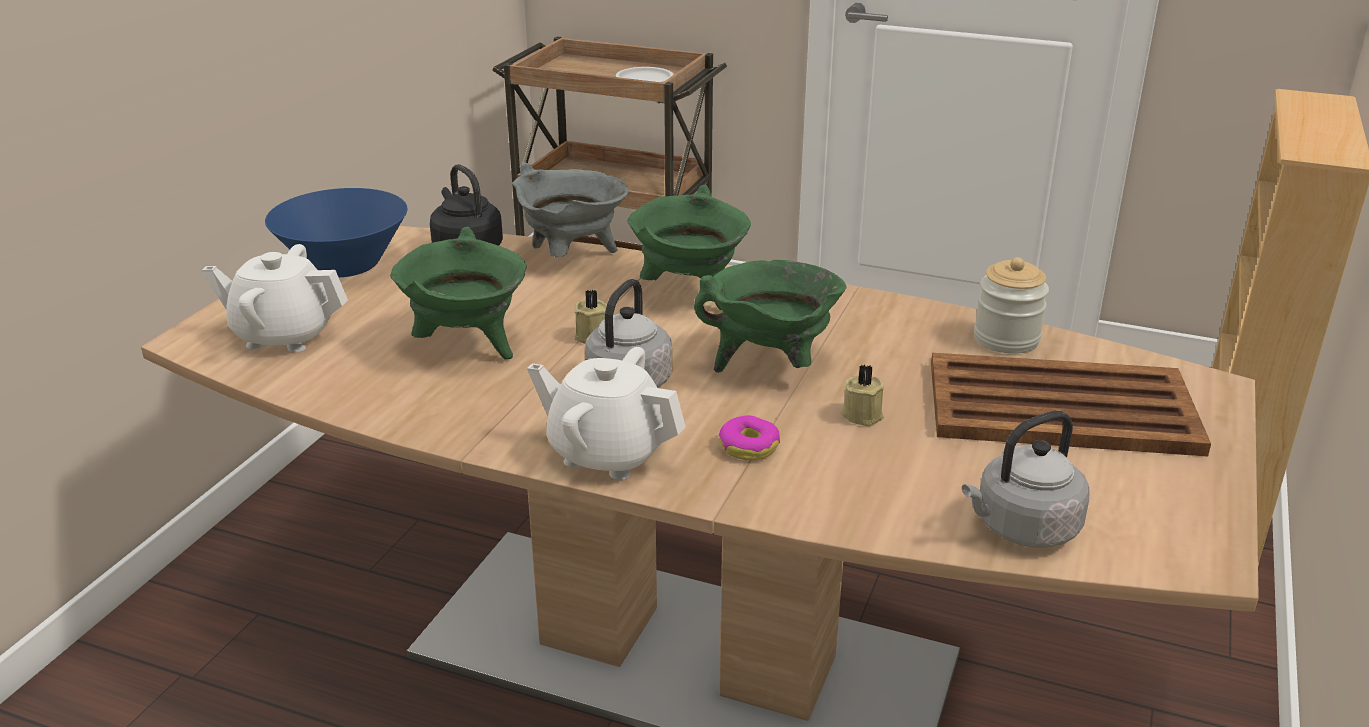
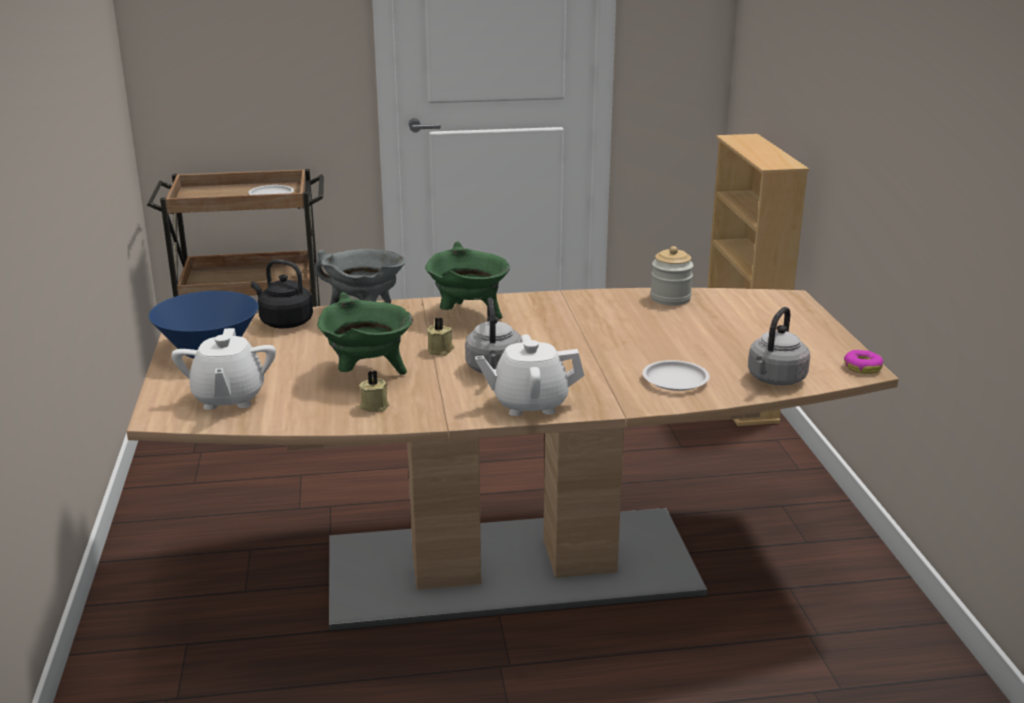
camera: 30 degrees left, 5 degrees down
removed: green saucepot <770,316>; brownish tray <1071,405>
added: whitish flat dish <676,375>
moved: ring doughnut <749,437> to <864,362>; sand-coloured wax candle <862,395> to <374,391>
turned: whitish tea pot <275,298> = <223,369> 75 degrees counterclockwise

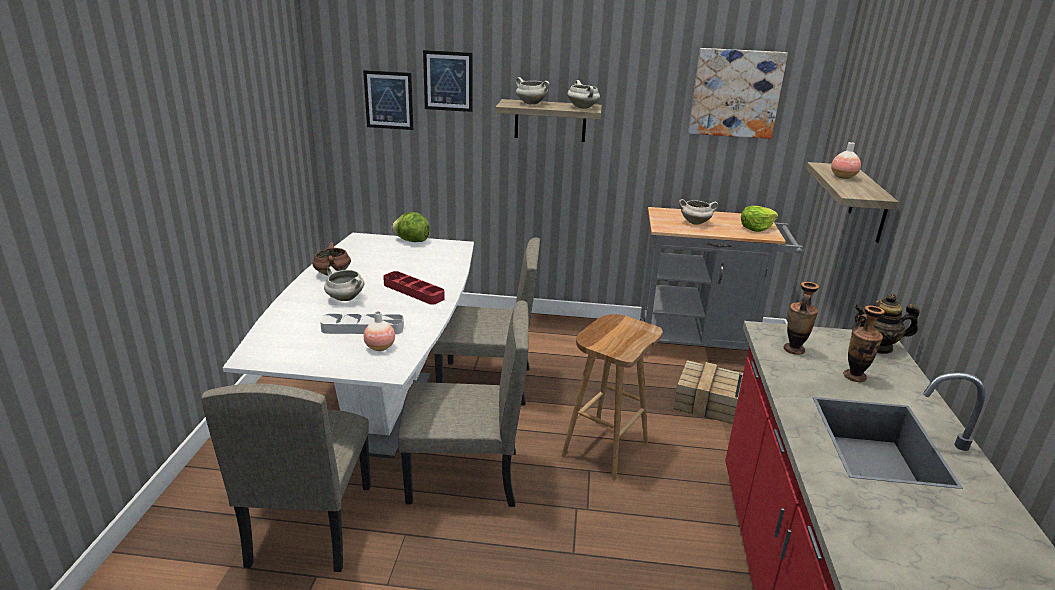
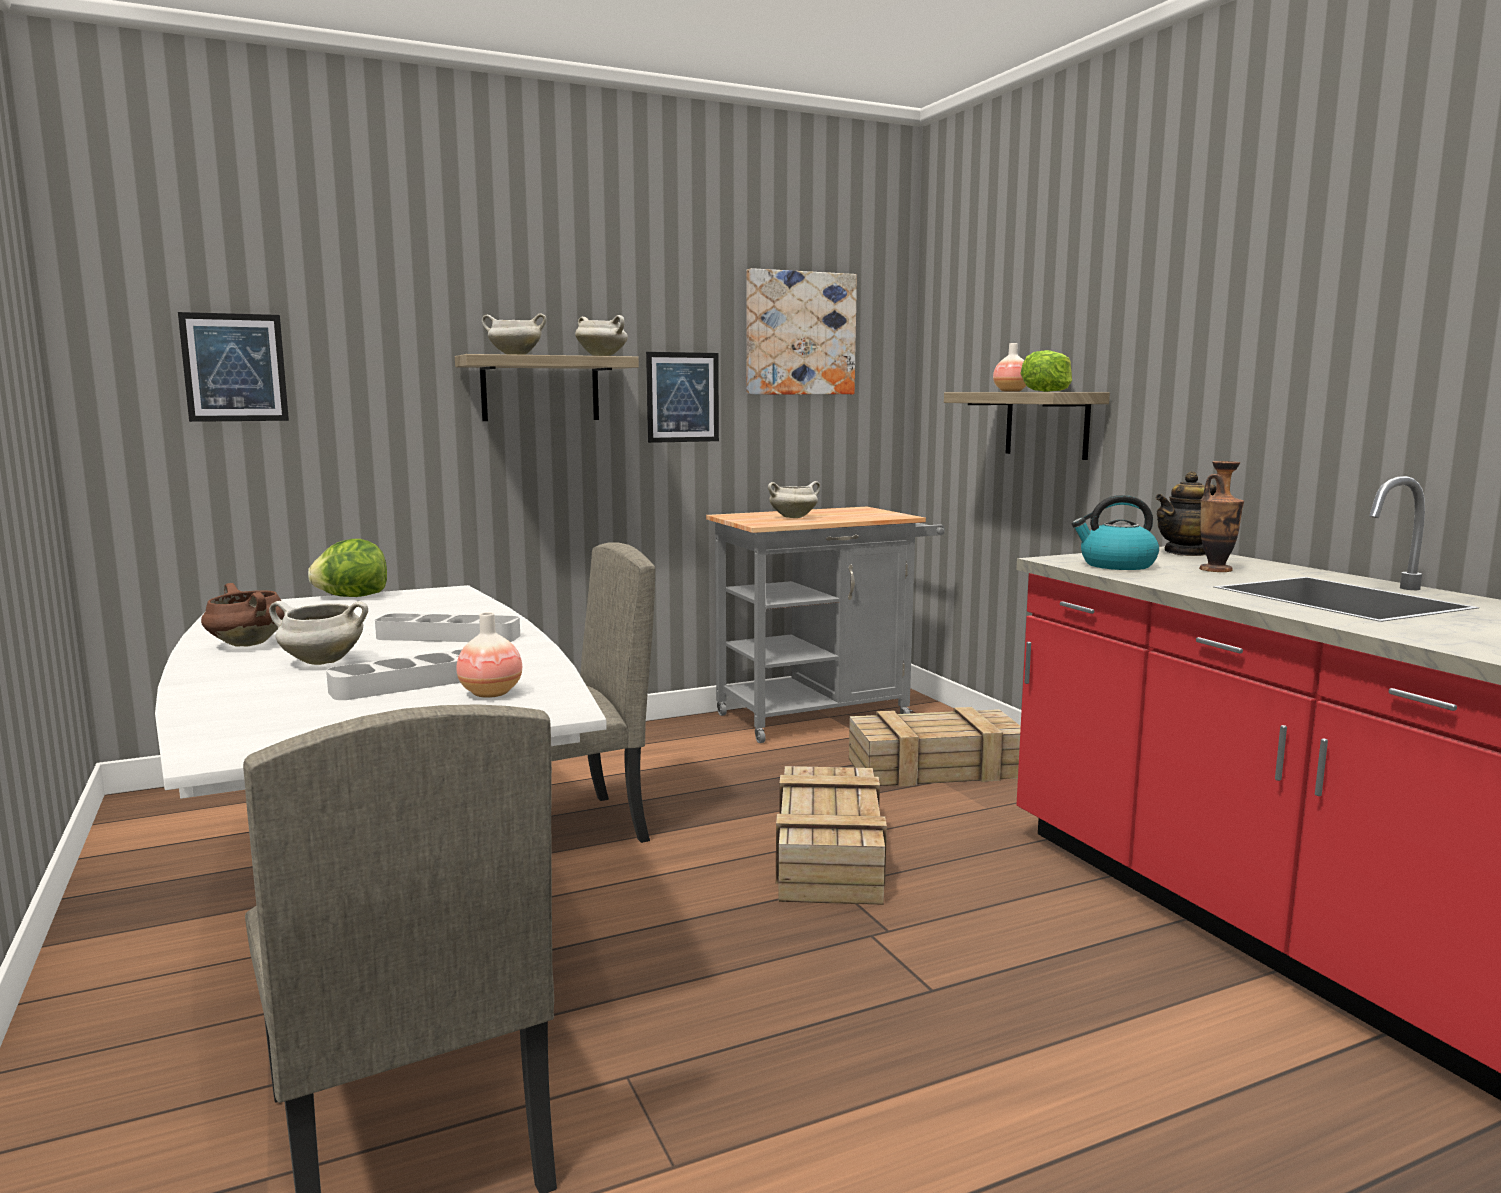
camera: 30 degrees left, 15 degrees down
removed: sand-coloured chair <463,404>
moved: wall art <447,81> to <682,397>; lettuce <759,219> to <1046,371>
replaced: brownish stool seat <612,397> to crate <831,835>; vase <801,318> to tea kettle <1115,532>
recoloured: red-coloured tray <414,288> to gray tray <447,627>

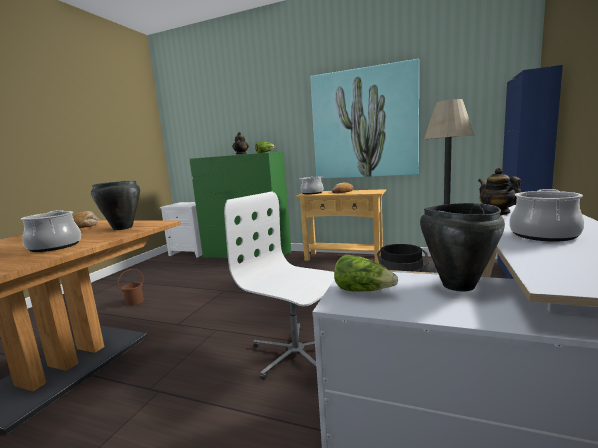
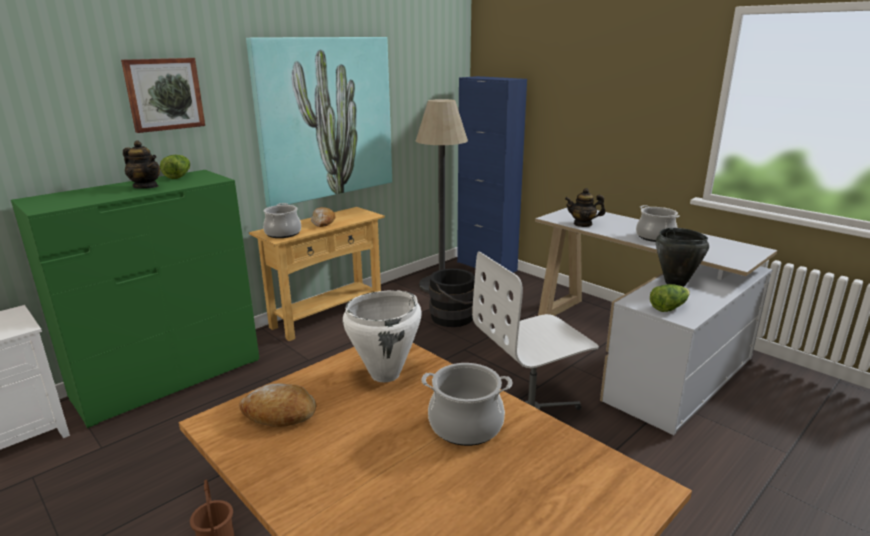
camera: 65 degrees left, 10 degrees up
added: wall art <163,95>
recoloured: blackish saucepot <115,205> to whitish saucepot <382,336>

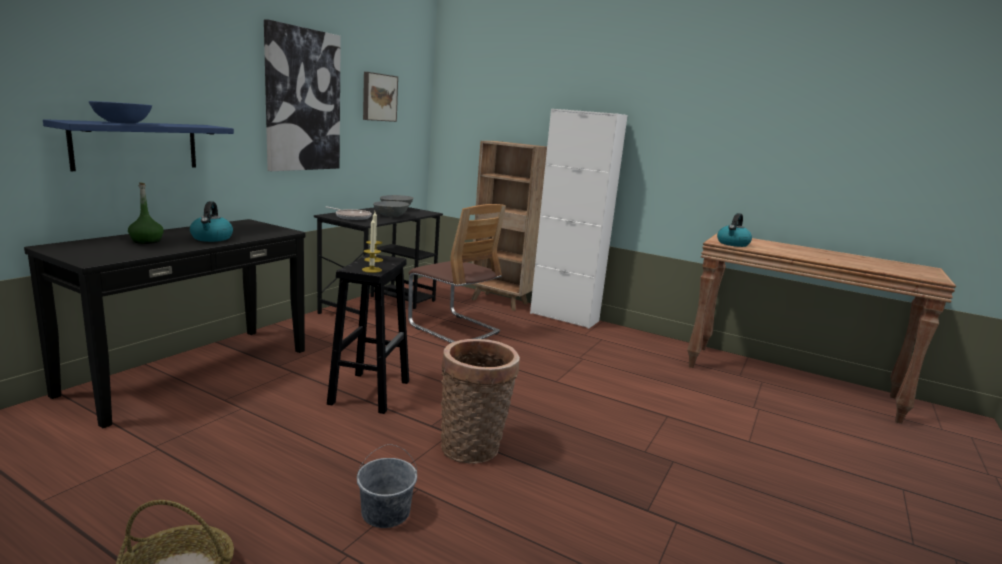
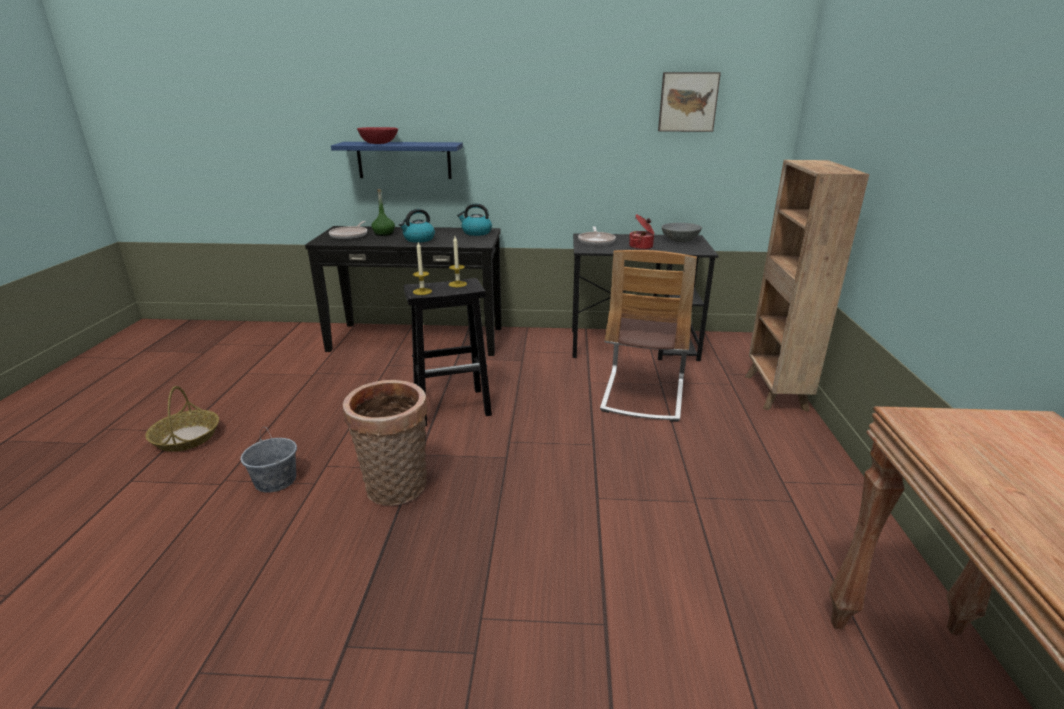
camera: 65 degrees right, 10 degrees up
removed: wall art <302,95>; whitish cabinet <579,219>
added: frying pan <348,230>
moved: tea kettle <734,230> to <474,219>
replaced: gray serving bowl <391,209> to saucepot <641,232>
recoloured: blue-coloured serving bowl <120,112> to red-coloured serving bowl <377,135>

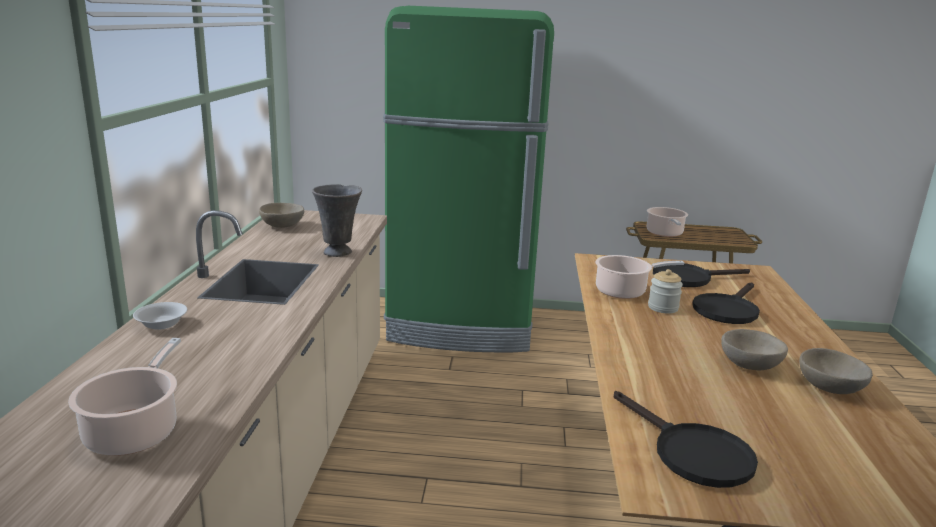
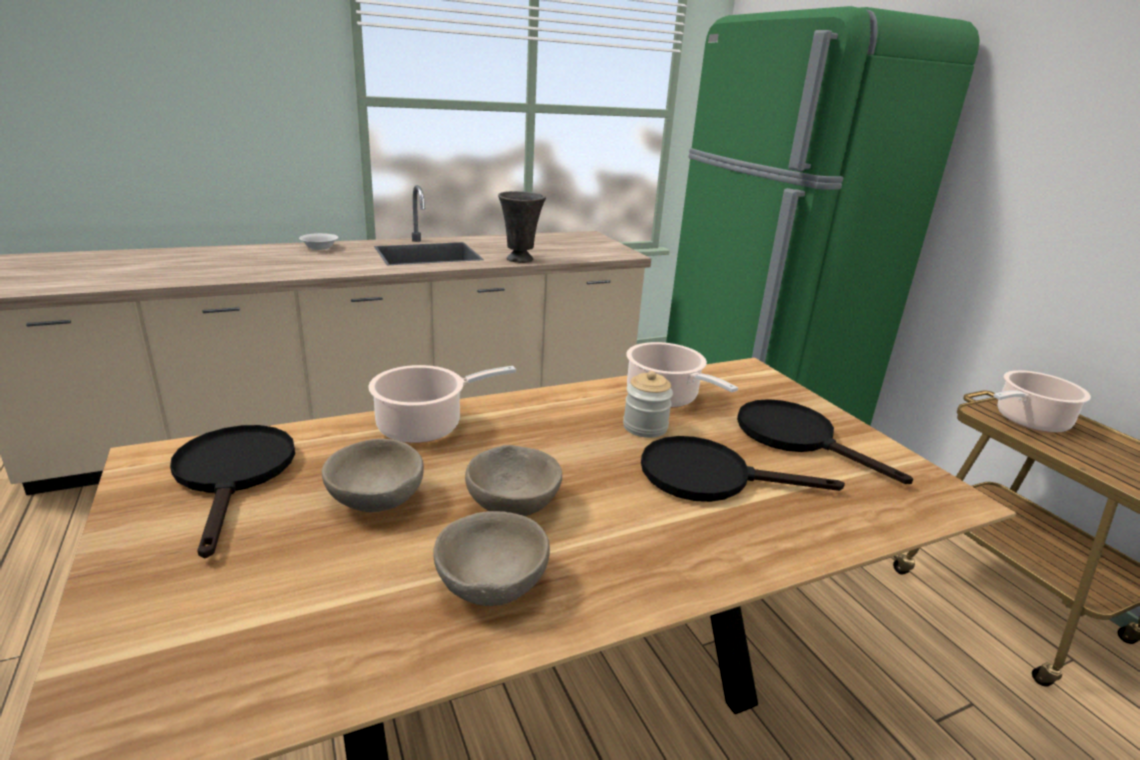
camera: 60 degrees right, 5 degrees up
moved: saucepot <124,397> to <442,404>; sand-coloured serving bowl <281,215> to <373,475>
turned: blackish frying pan <686,439> = <232,491> 135 degrees clockwise

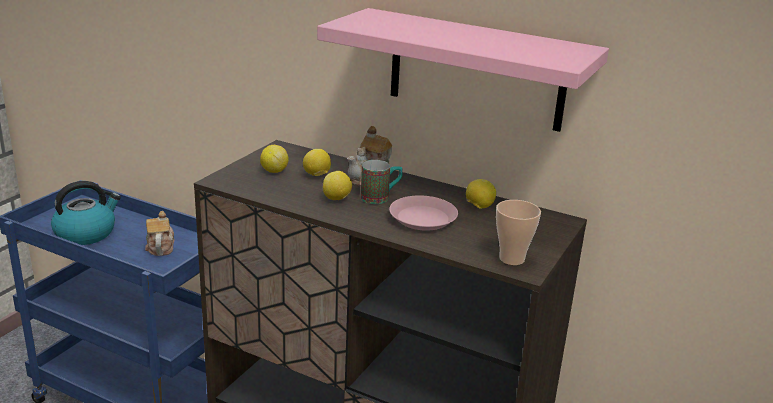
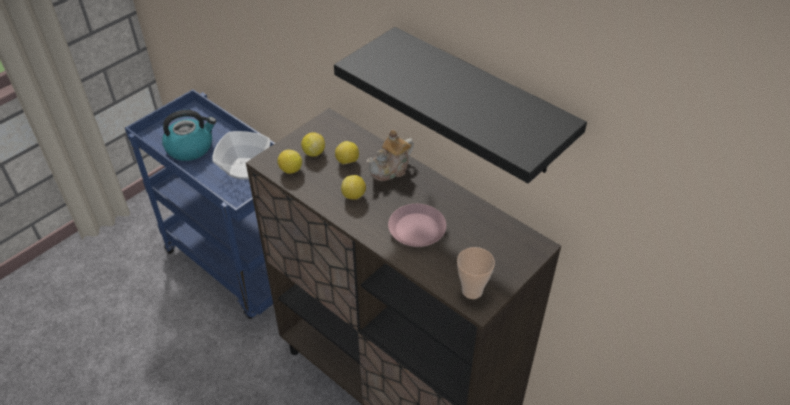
camera: 15 degrees right, 20 degrees up
removed: tea mug <381,182>
moved: lemon <481,193> to <289,162>
replaced: tea pot <160,233> to serving bowl <241,155>
recoloured: pinkish bracket shelf <463,70> to blackish bracket shelf <460,105>

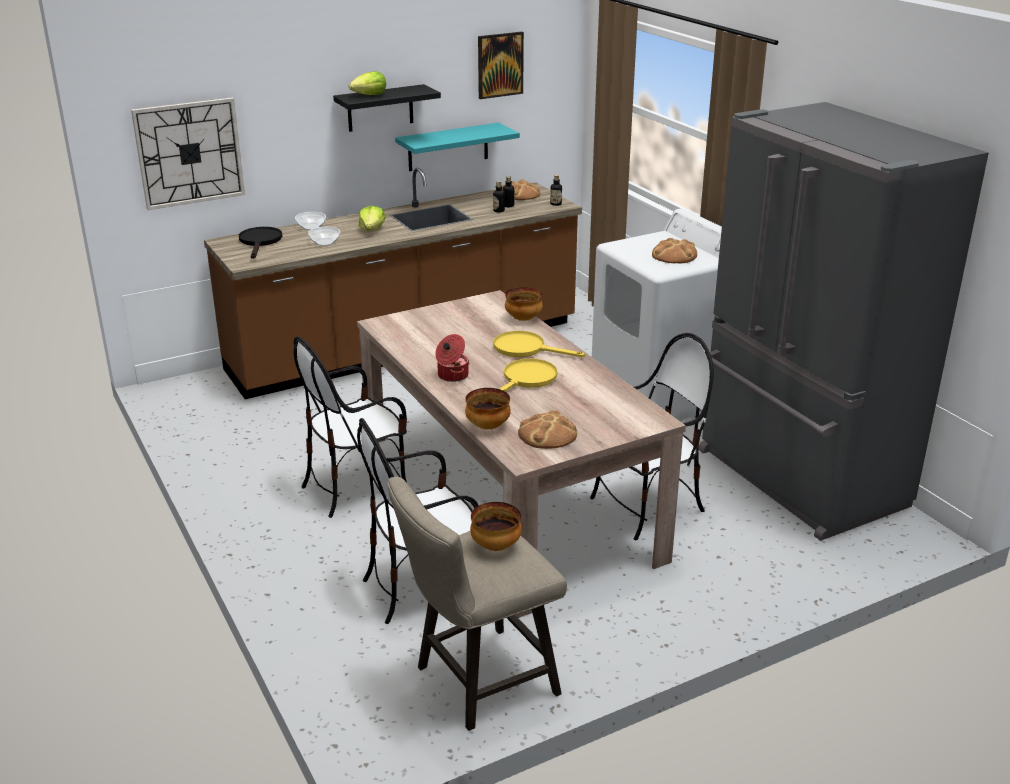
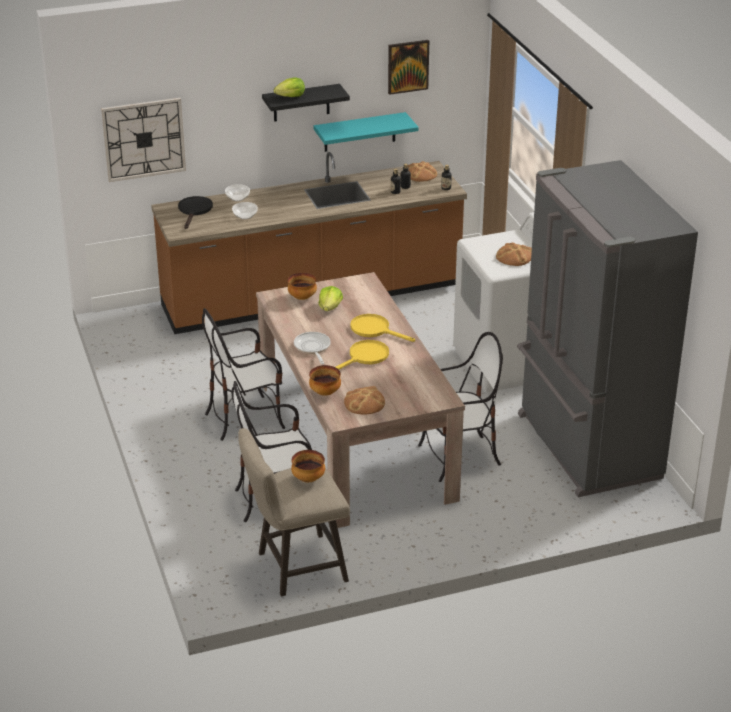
camera: 10 degrees right, 5 degrees up
moved: lettuce <372,218> to <330,298>; serving bowl <524,304> to <302,286>
replaced: saucepot <452,358> to frying pan <312,348>

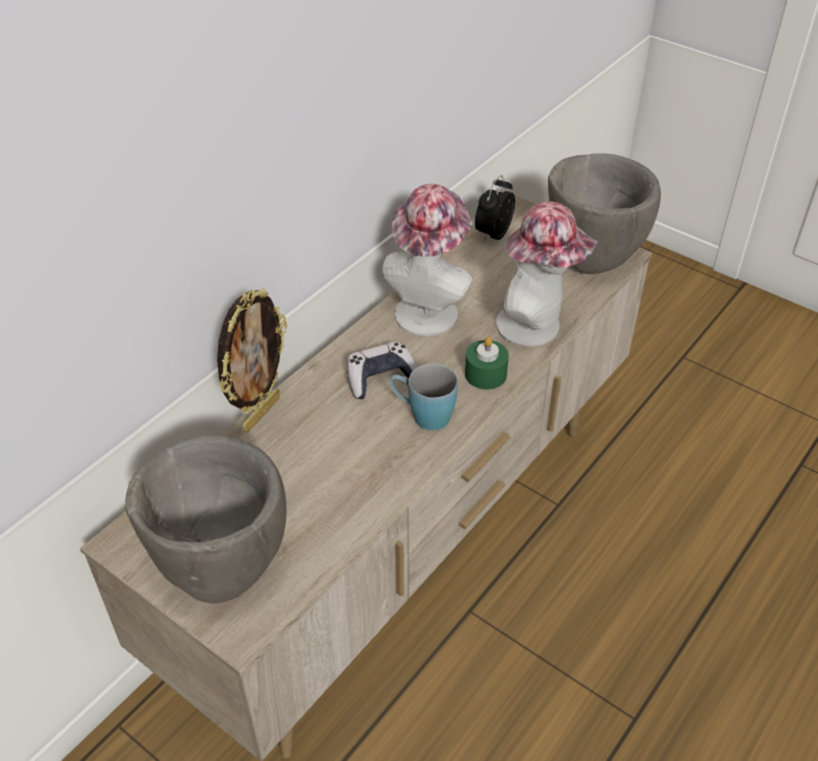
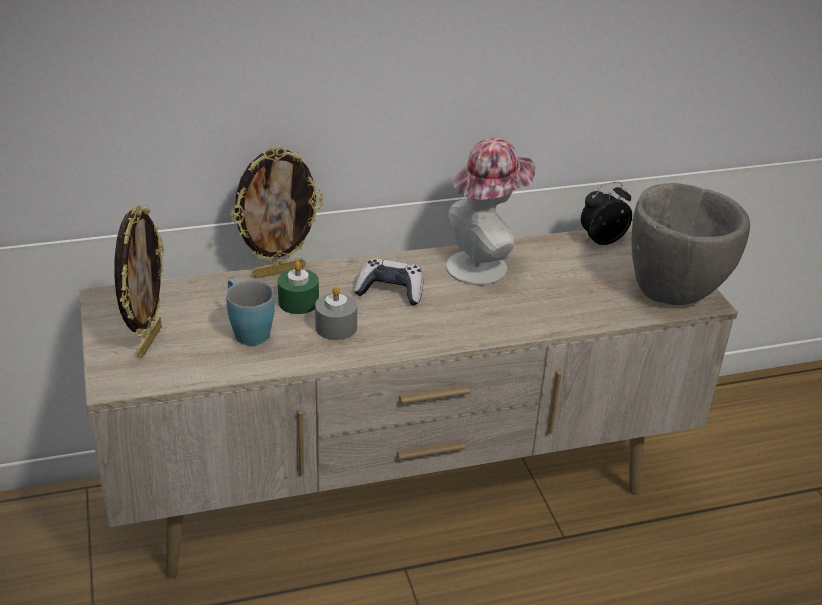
camera: 35 degrees right, 10 degrees down
removed: hat <546,274>
added: gray wax candle <336,313>
moved: blue-coloured tea mug <424,397> to <250,312>; green wax candle <487,363> to <298,287>
replaced: gray serving bowl <205,519> to photo frame <139,281>

